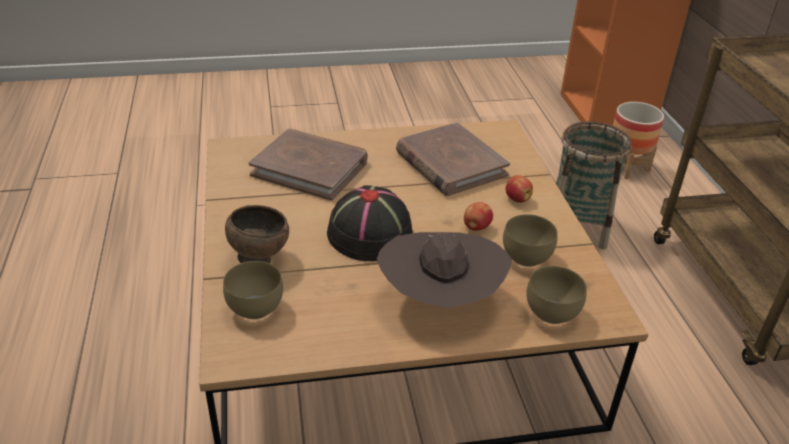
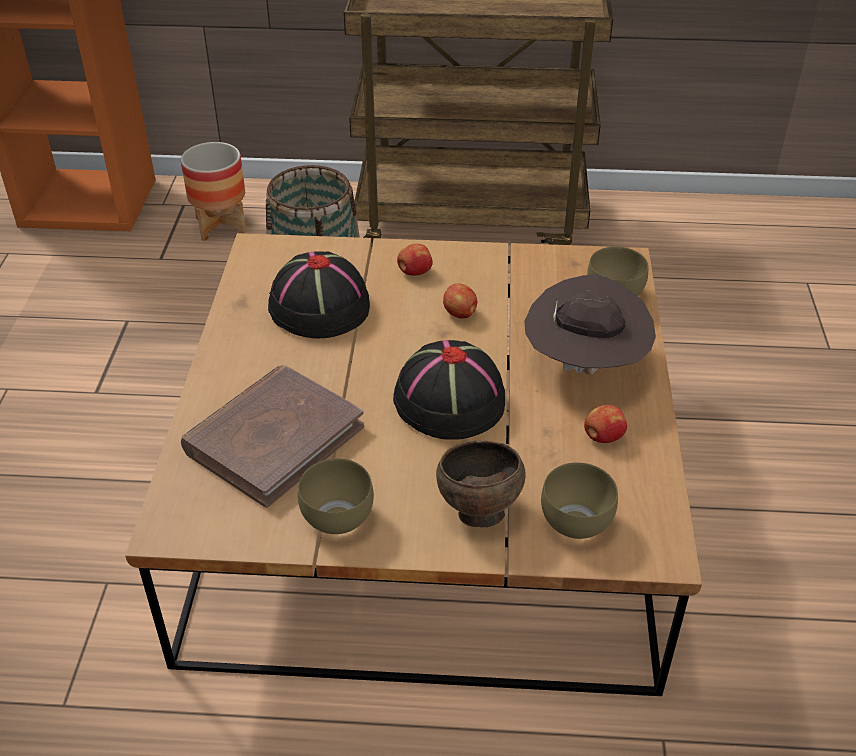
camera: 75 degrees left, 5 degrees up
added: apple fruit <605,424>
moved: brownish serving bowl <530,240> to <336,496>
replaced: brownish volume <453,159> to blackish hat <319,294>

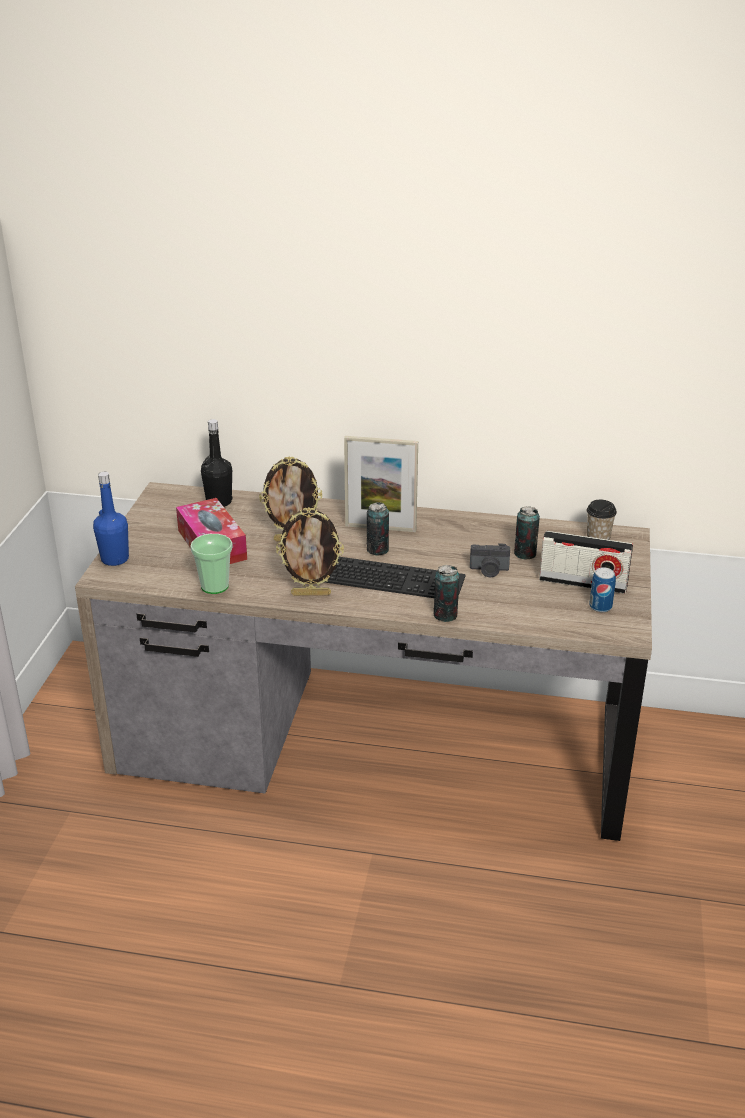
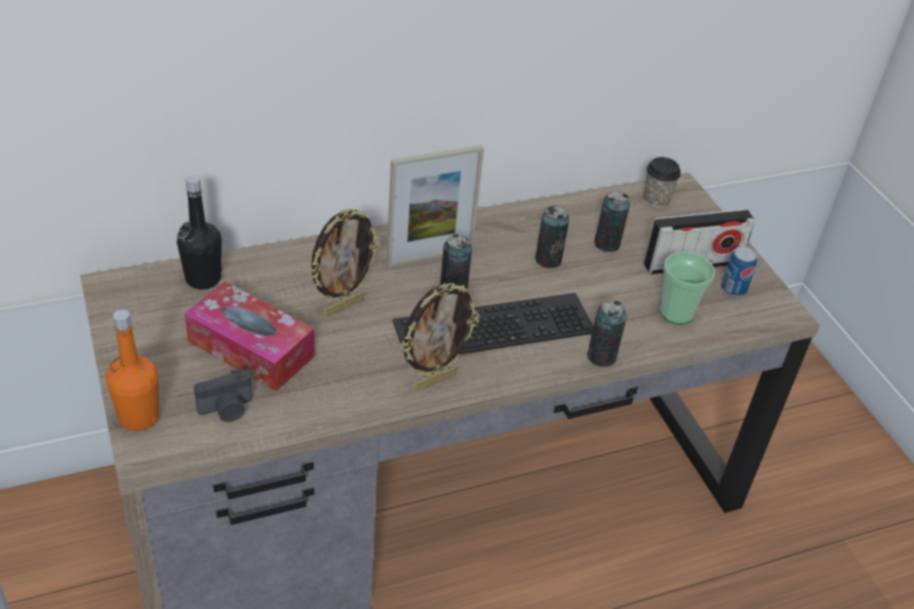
camera: 35 degrees left, 10 degrees up
added: metal can <552,236>
moved: small cup <211,564> to <687,288>; photo camera <490,560> to <223,395>
recoloured: blue-coloured drink bottle <111,519> to orange-coloured drink bottle <132,370>

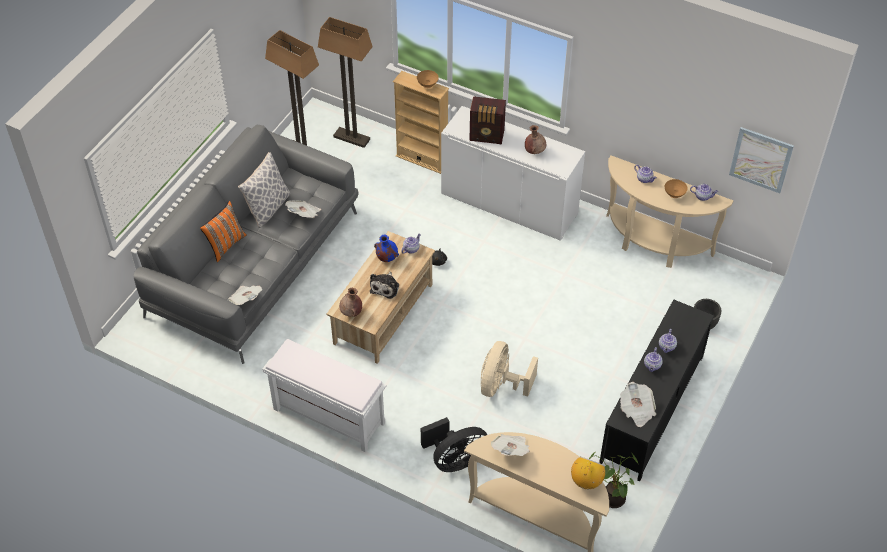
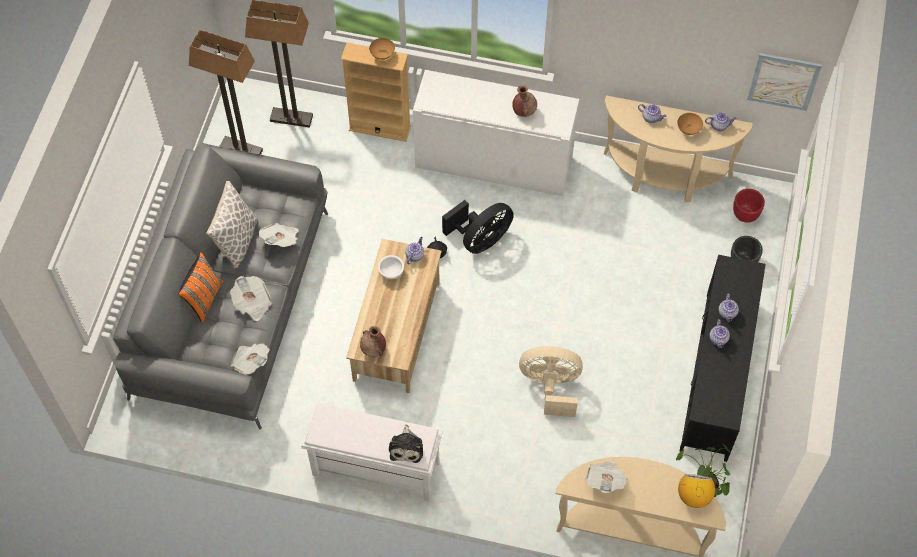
camera: 15 degrees left, 10 degrees up
removed: radio set <487,120>
added: red-coloured plant pot <749,206>
moved: cuddly toy <384,285> to <406,443>; blackish fan <454,444> to <478,227>; newspaper <638,404> to <251,298>
replaced: blue-coloured vase <386,248> to whitish serving bowl <391,267>
turned: sand-coloured fan <509,369> = <551,381> 90 degrees clockwise

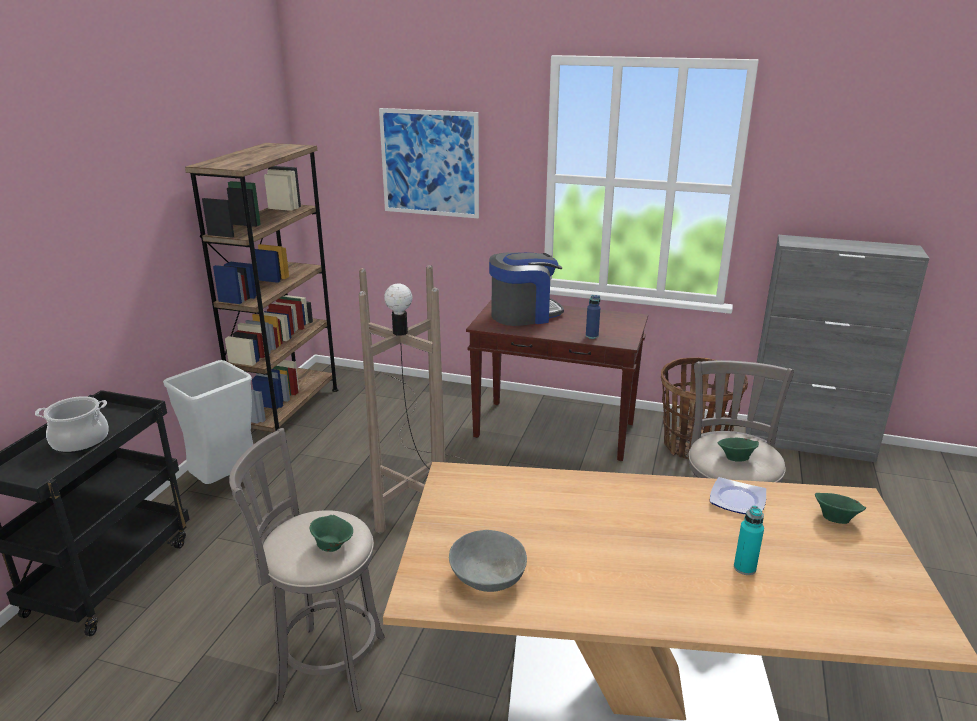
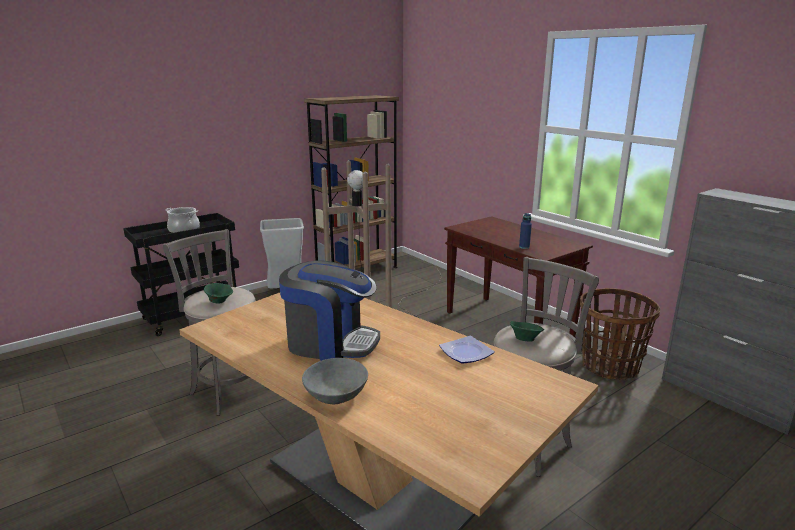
camera: 35 degrees right, 5 degrees down
removed: wall art <429,163>; turquoise drink bottle <749,540>; green serving bowl <840,508>
moved: gray serving bowl <488,561> to <335,381>; coffee machine <526,289> to <329,311>

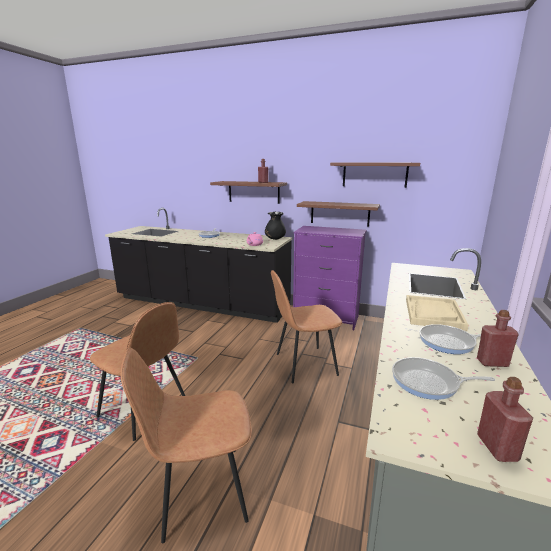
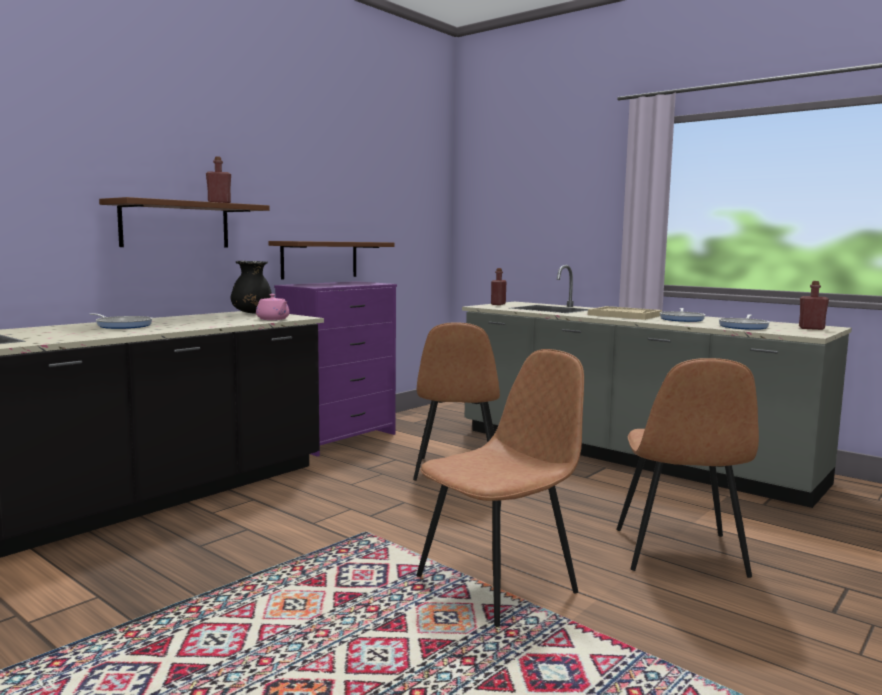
camera: 70 degrees left, 10 degrees down
removed: brownish bracket shelf <375,175>
moved: red-coloured drink bottle <498,338> to <498,286>

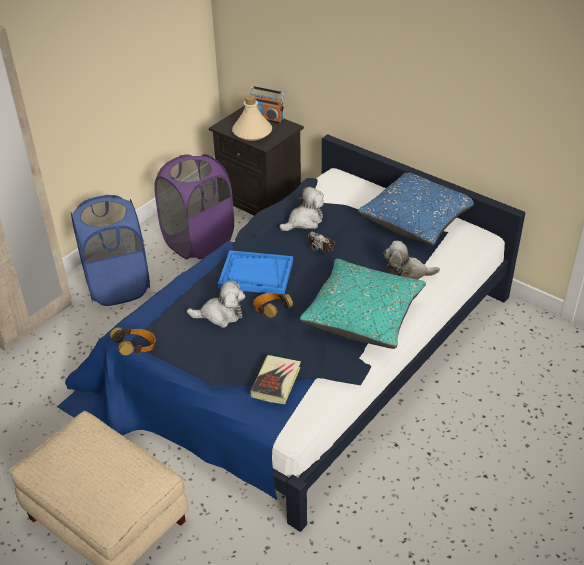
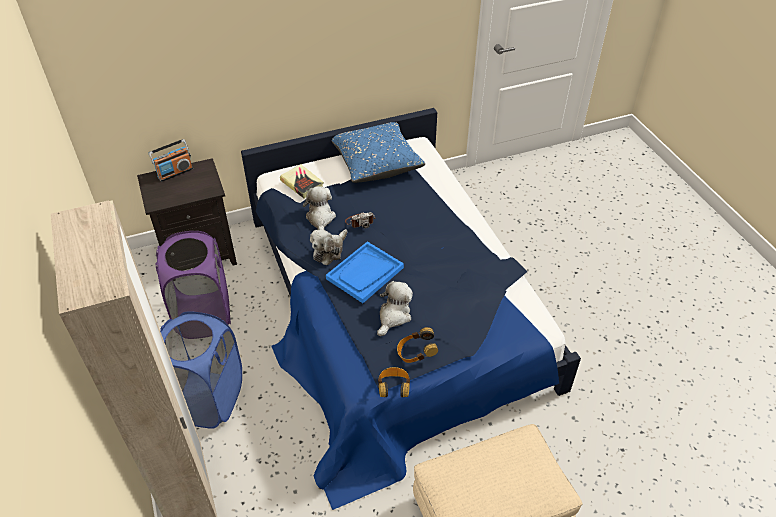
camera: 60 degrees left, 5 degrees up
removed: sand-coloured drink bottle <252,118>; turquoise throw pillow <363,304>
moved: volume <275,379> to <302,181>; pair of headphones <273,305> to <417,345>; cuddly toy <412,260> to <328,247>

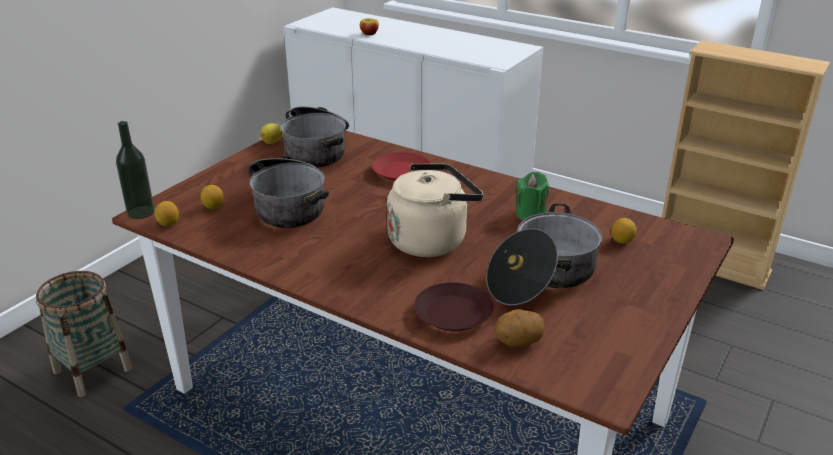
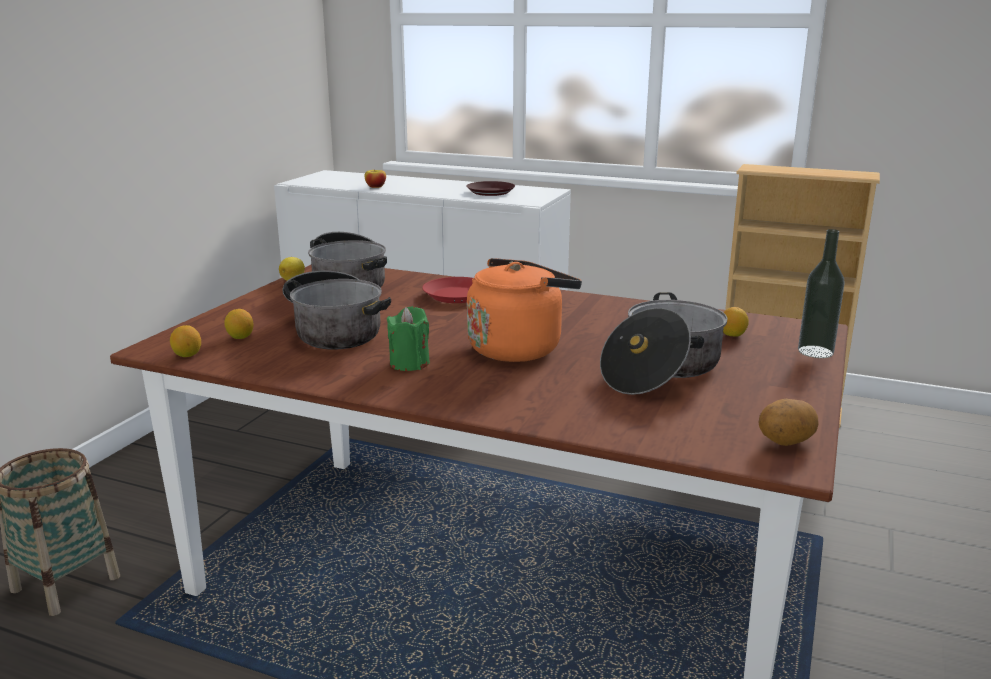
camera: 10 degrees left, 10 degrees down
moved: drink bottle <135,170> to <821,293>; brownish flat dish <453,306> to <490,188>; whole potato <519,328> to <789,422>; green wax candle <532,196> to <408,338>
recoloured: sand-coloured tea kettle <435,210> to orange-coloured tea kettle <524,310>

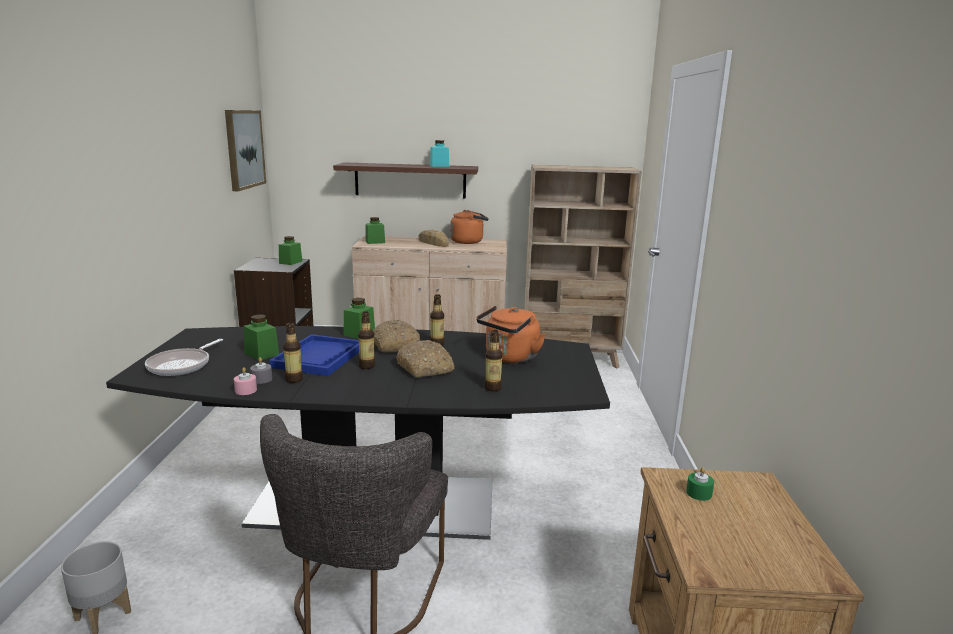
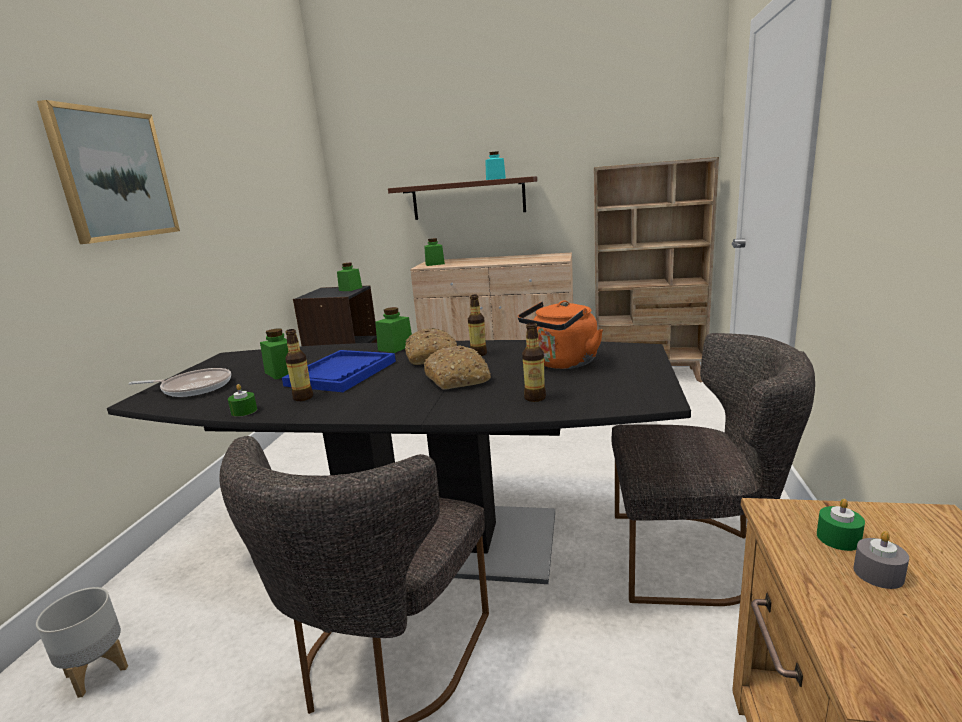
camera: 10 degrees right, 0 degrees up
removed: drink bottle <366,340>; bakery bread <434,238>; orange-coloured tea kettle <469,227>
added: gray chair <713,469>
moved: wall art <245,150> to <108,172>; gray wax candle <261,370> to <881,560>
recoloured: pinkish wax candle <245,381> to green wax candle <242,400>
turned: frying pan <184,357> = <180,382> 120 degrees counterclockwise

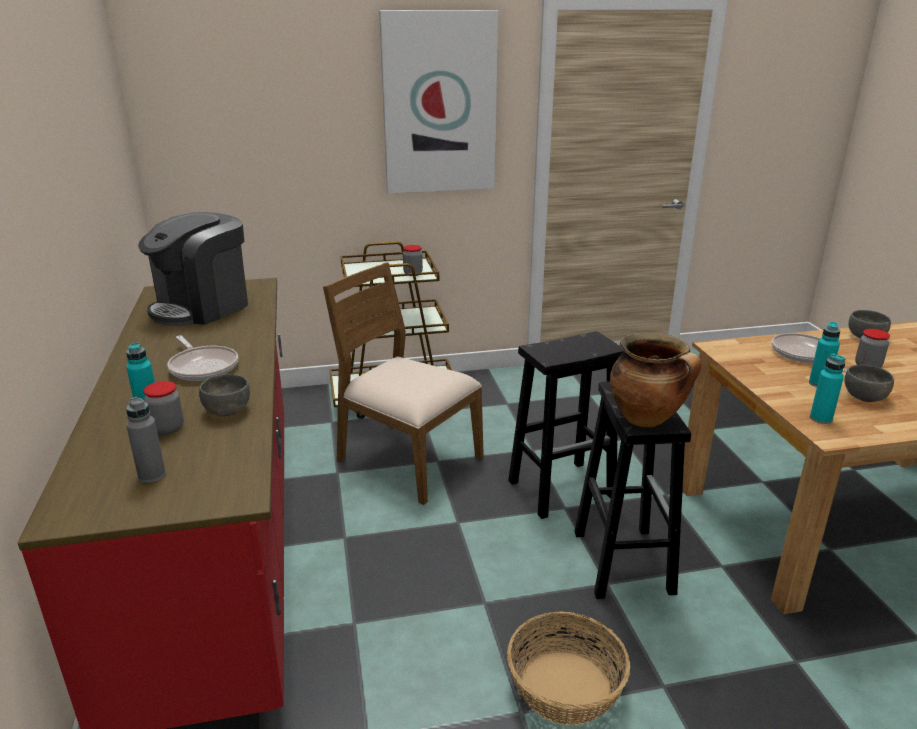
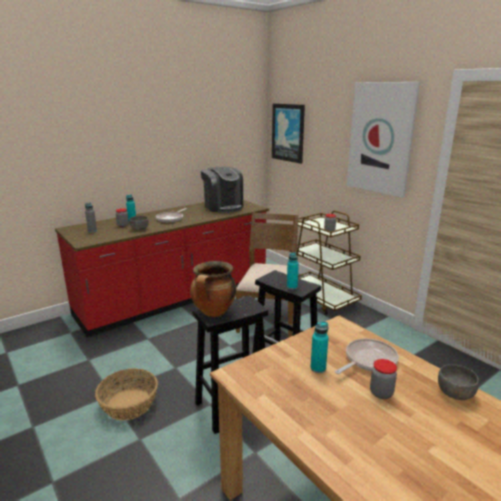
camera: 65 degrees right, 5 degrees down
removed: gray serving bowl <869,383>
added: wall art <288,134>
moved: turquoise drink bottle <828,389> to <293,271>
turned: coffee machine <193,269> = <222,190> 135 degrees counterclockwise

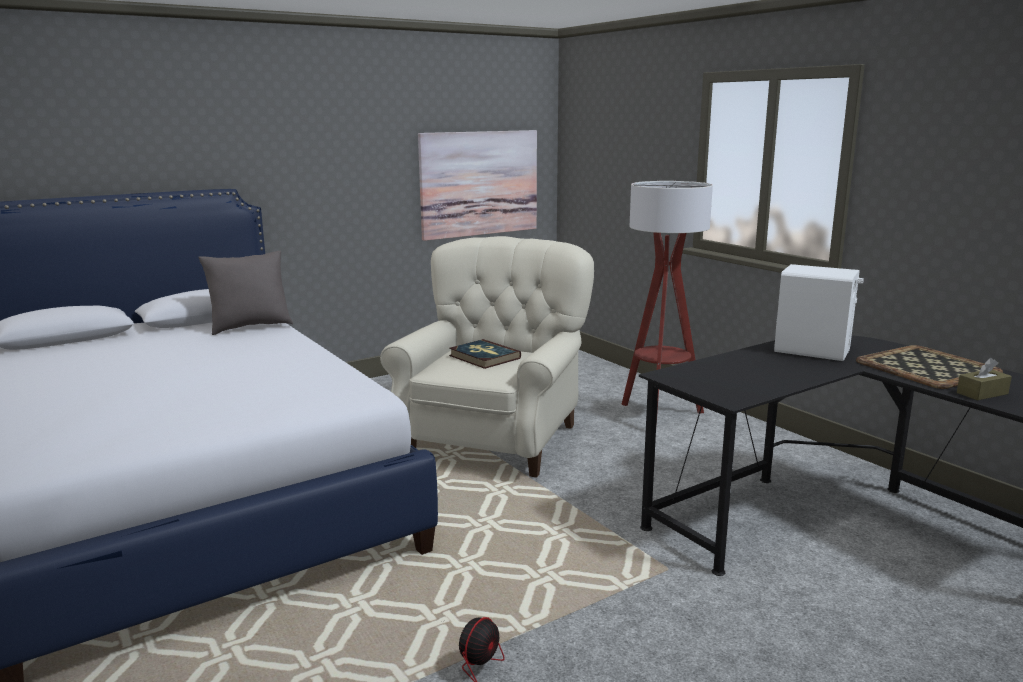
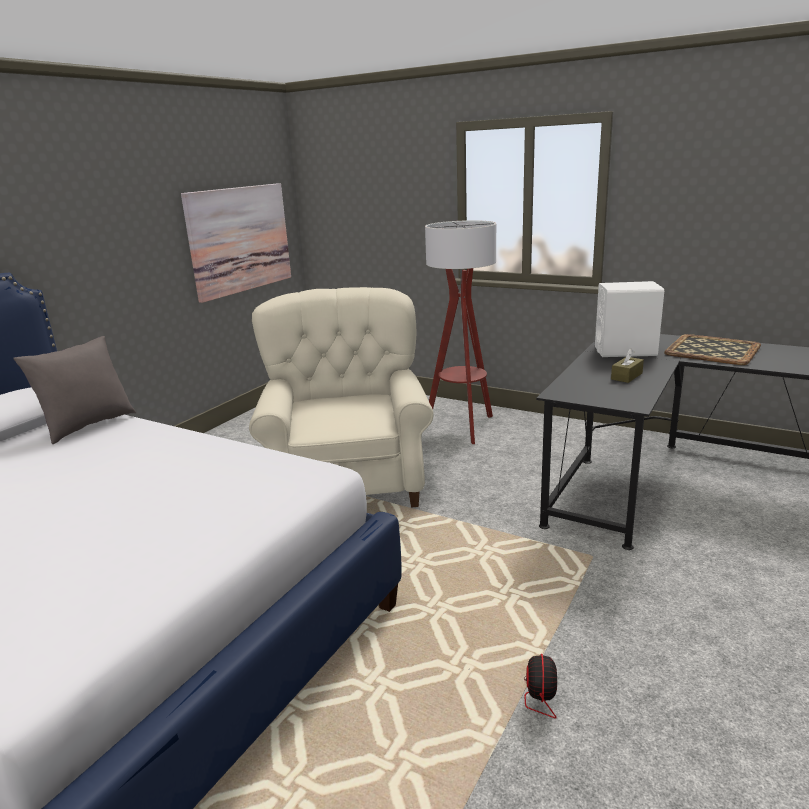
camera: 25 degrees left, 5 degrees up
removed: volume <485,354>
moved: brownish tissue holder <984,379> to <627,365>

